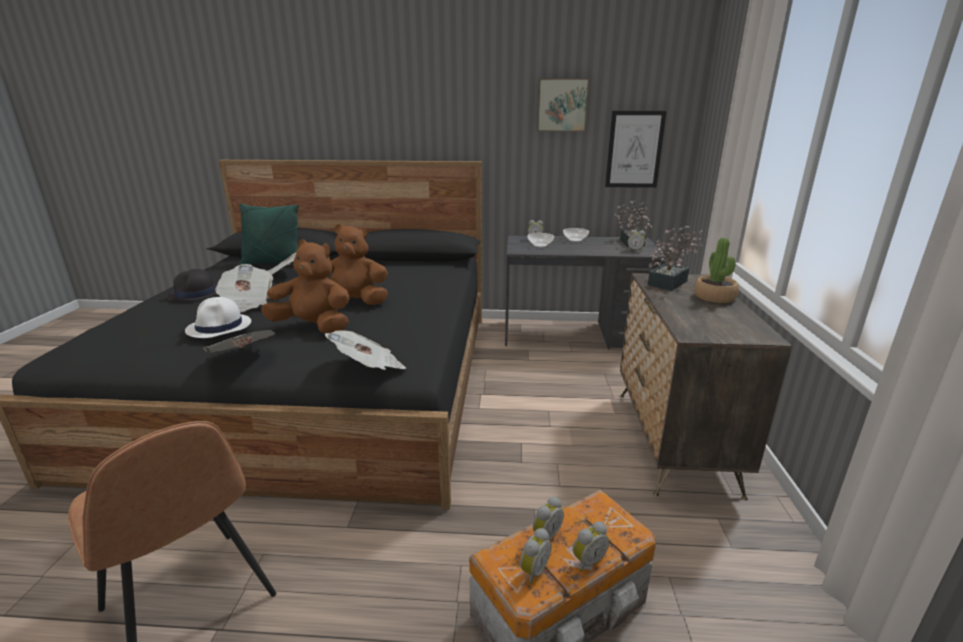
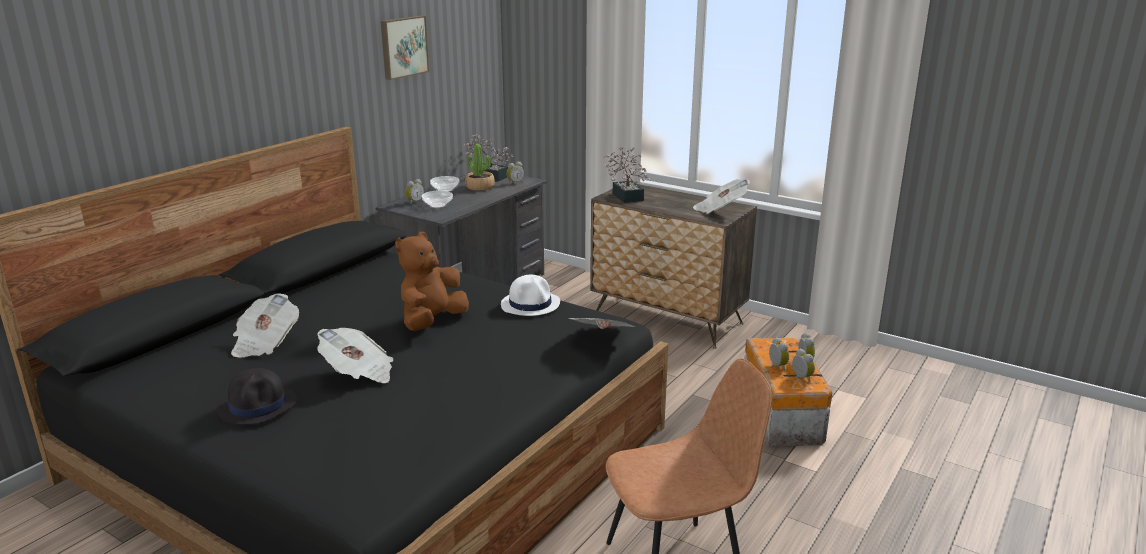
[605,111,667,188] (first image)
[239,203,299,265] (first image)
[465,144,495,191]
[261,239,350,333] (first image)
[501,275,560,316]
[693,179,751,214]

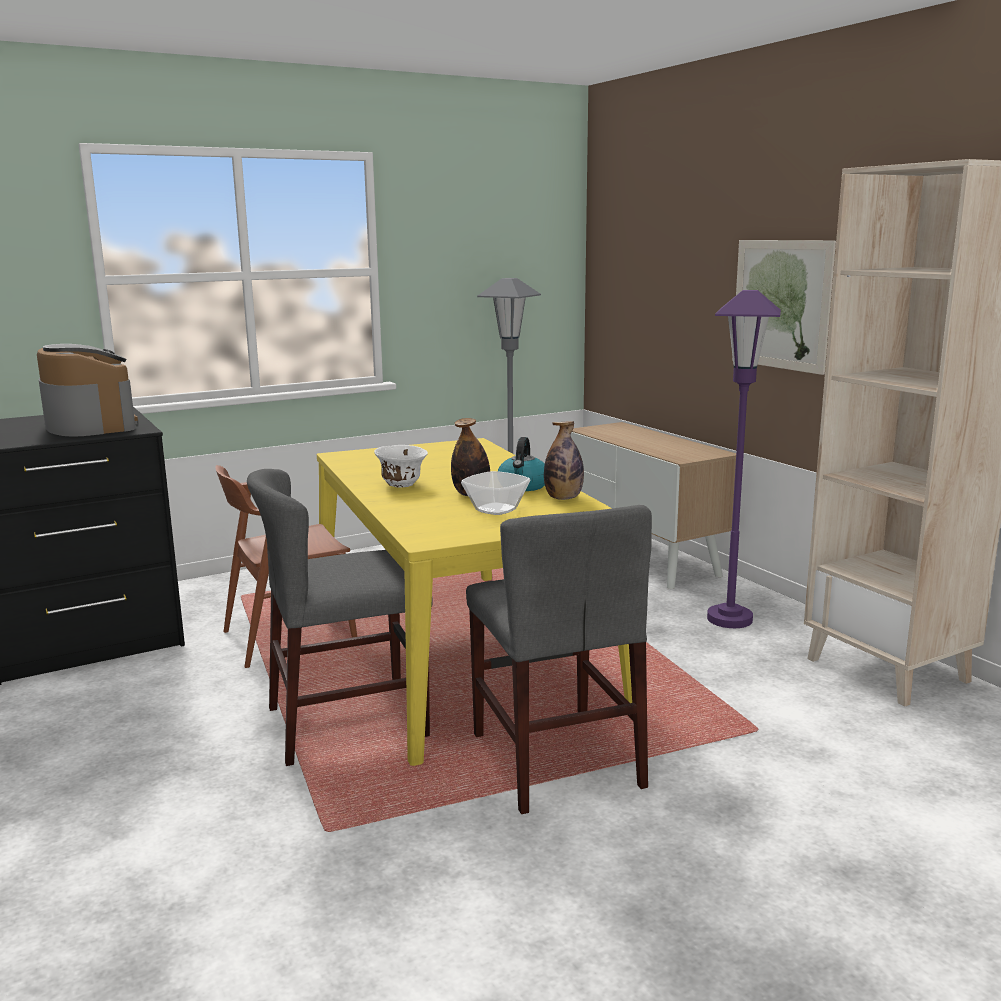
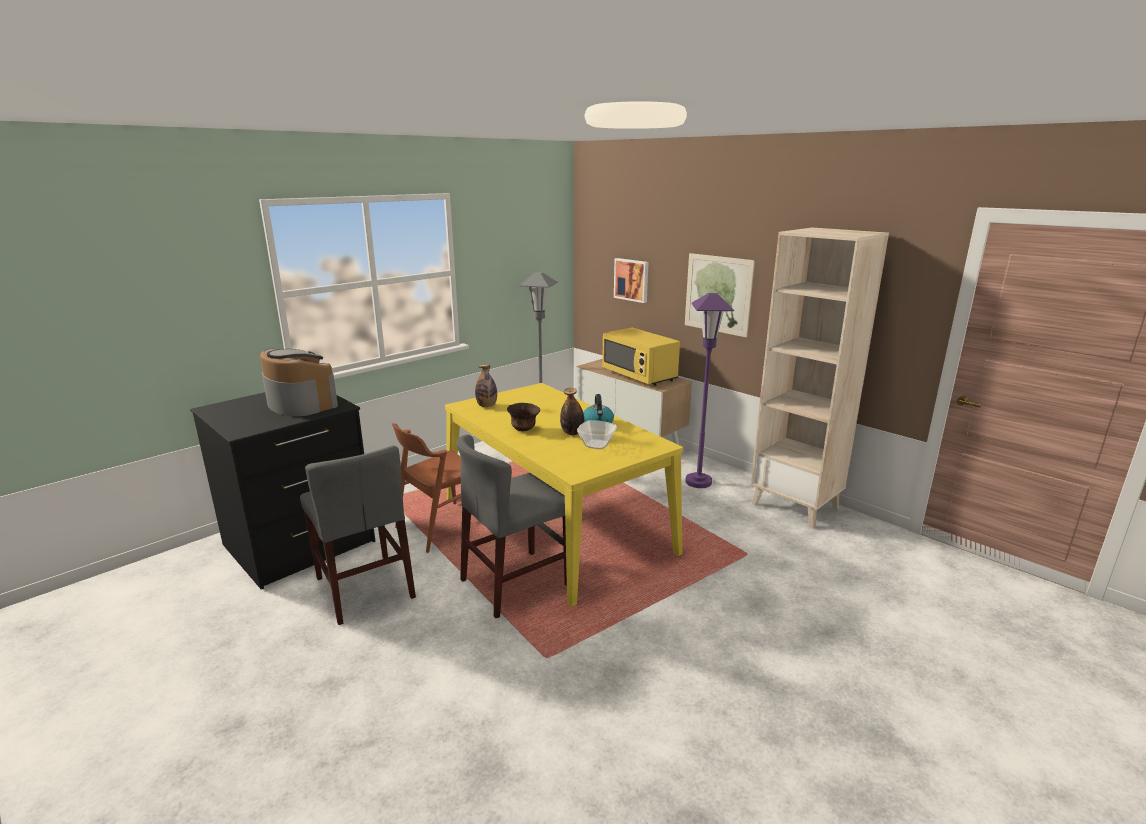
[475,364,497,407]
[507,403,540,431]
[300,445,416,625]
[614,258,649,303]
[602,328,680,386]

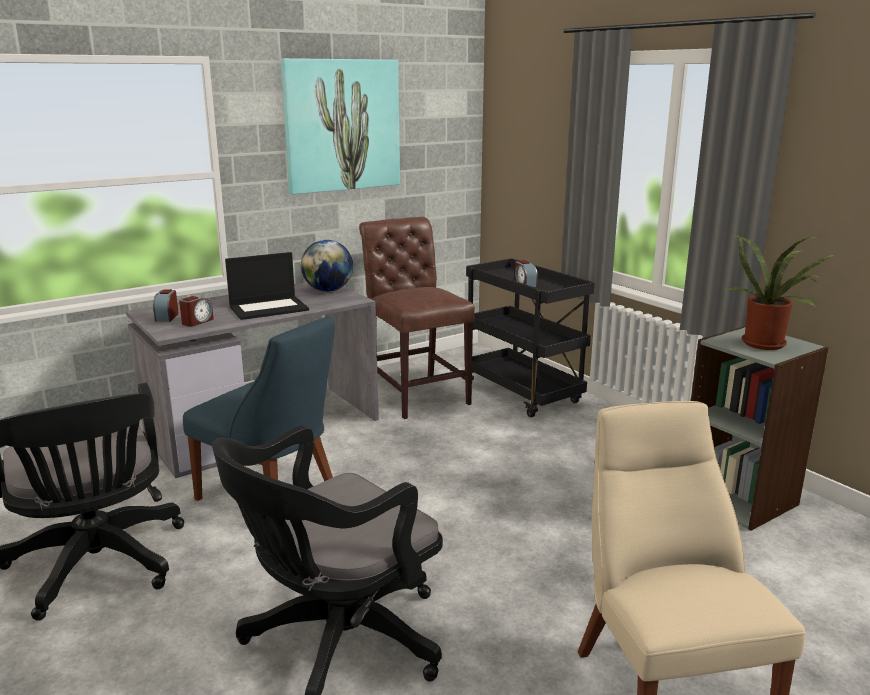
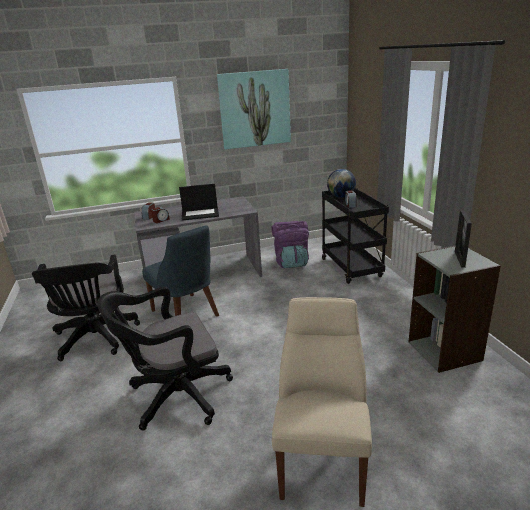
[272,221,309,268]
[455,210,472,268]
[327,169,356,198]

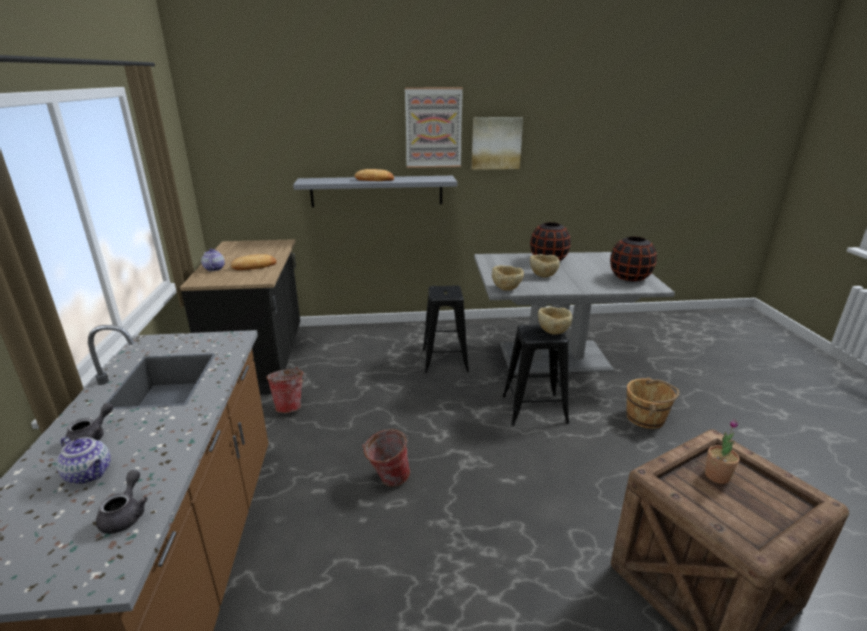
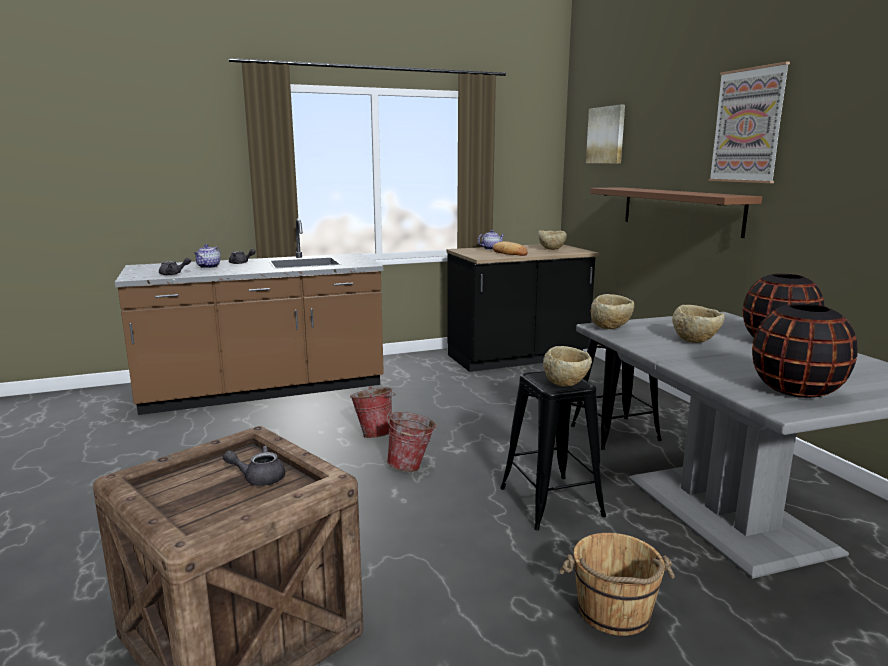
[586,105,625,163]
[354,169,394,181] (first image)
[590,187,762,238]
[387,411,438,472]
[223,446,285,486]
[538,230,567,250]

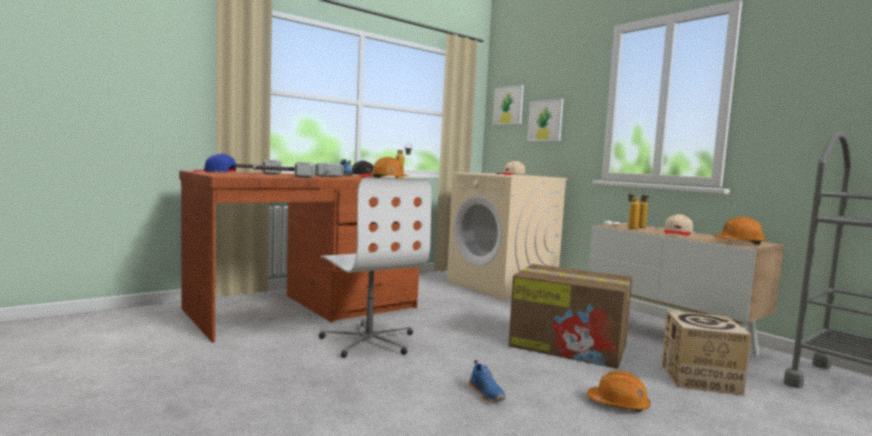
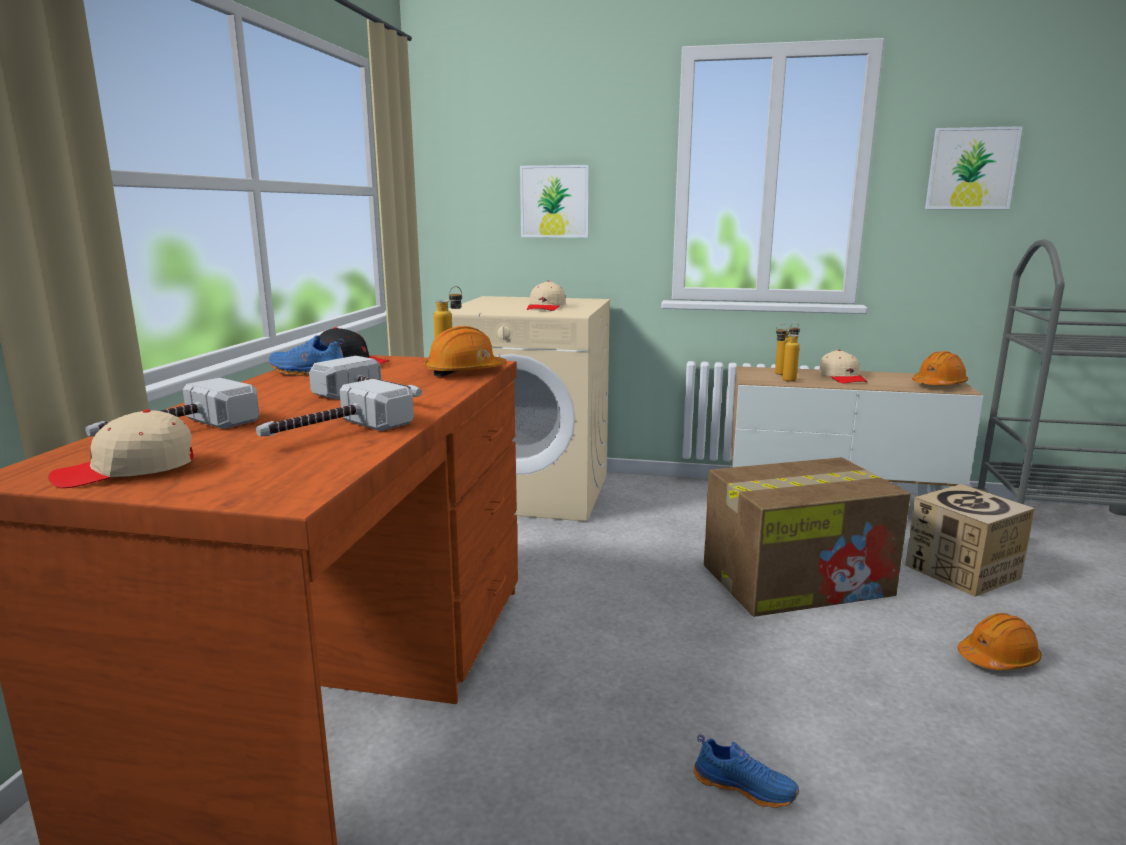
[925,126,1023,209]
[48,409,194,488]
[319,177,431,358] (first image)
[693,734,799,808]

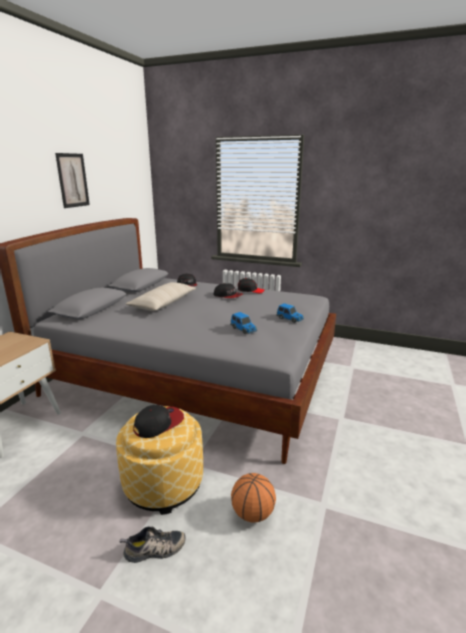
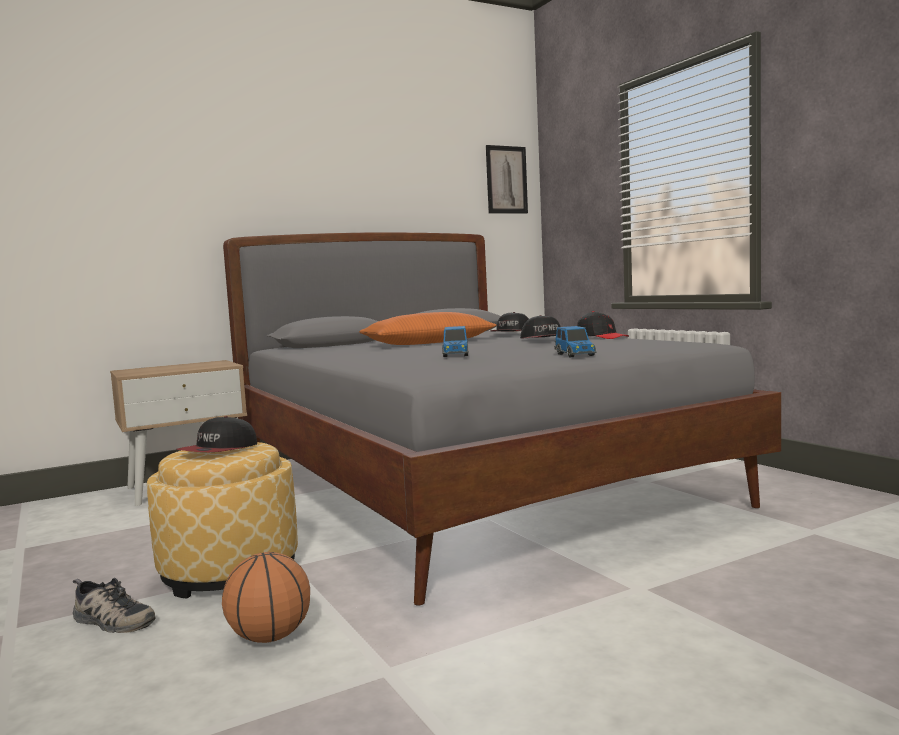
[486,145,528,214]
[359,312,497,345]
[176,416,257,452]

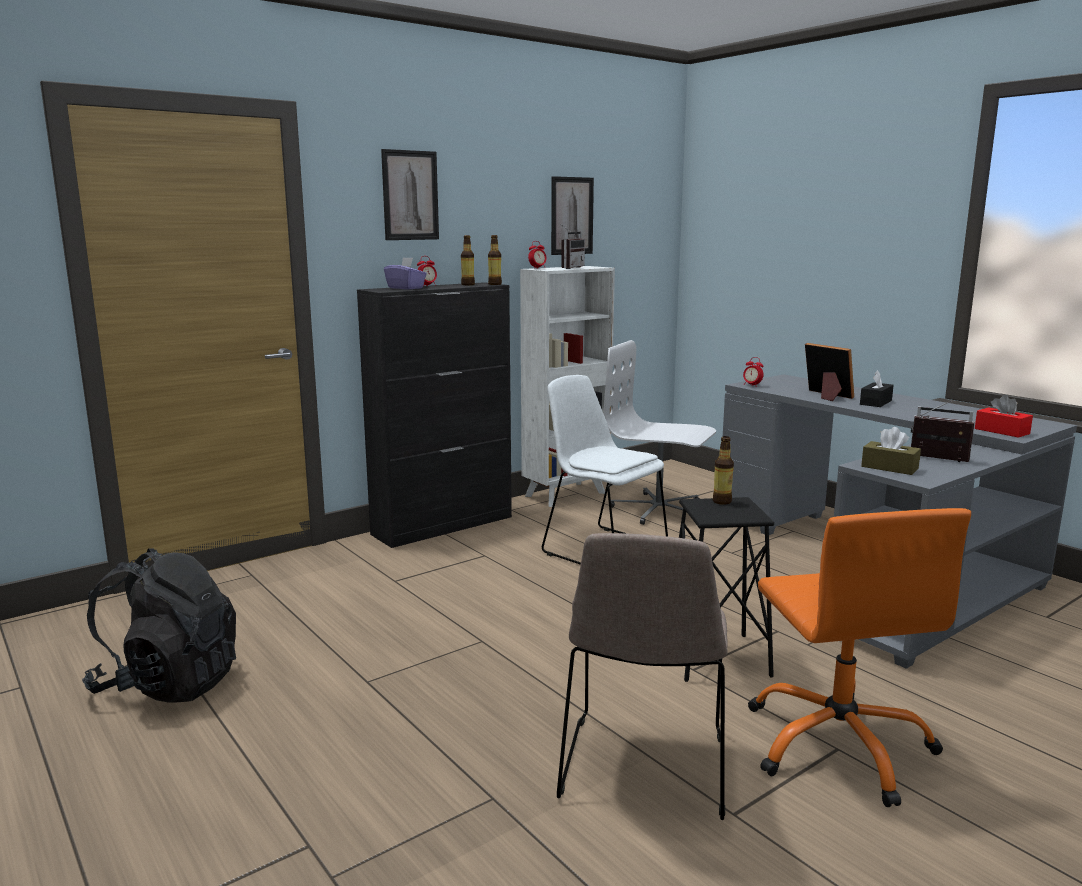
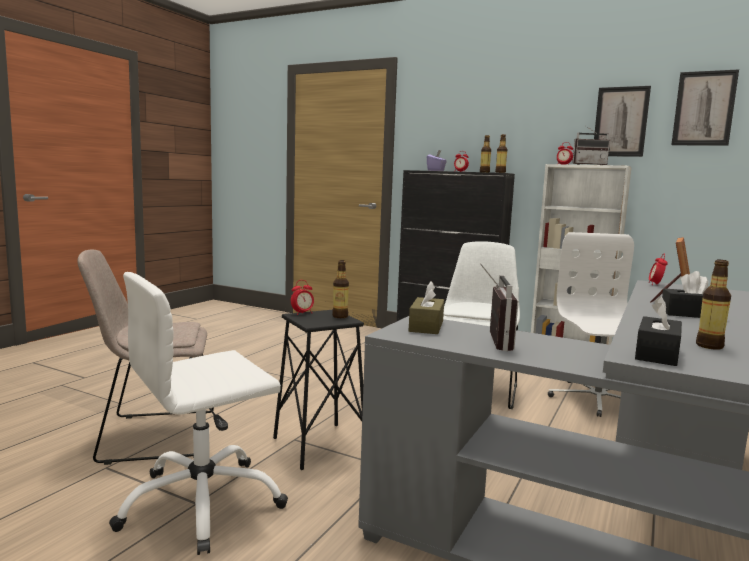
[671,69,739,146]
[635,296,682,366]
[109,272,288,555]
[82,548,236,703] (first image)
[696,260,731,350]
[291,280,314,315]

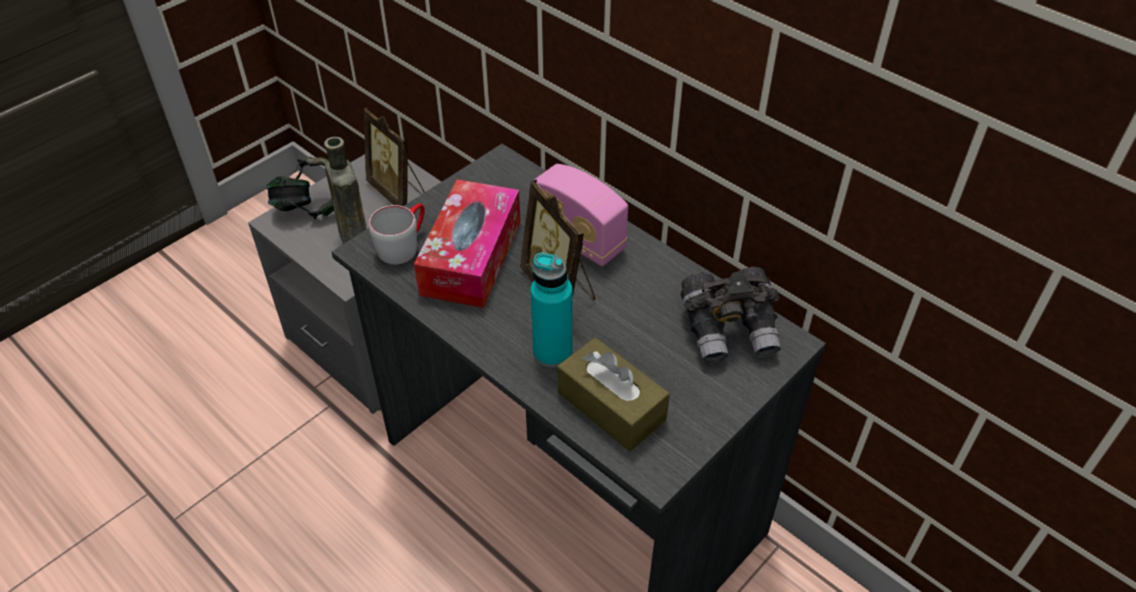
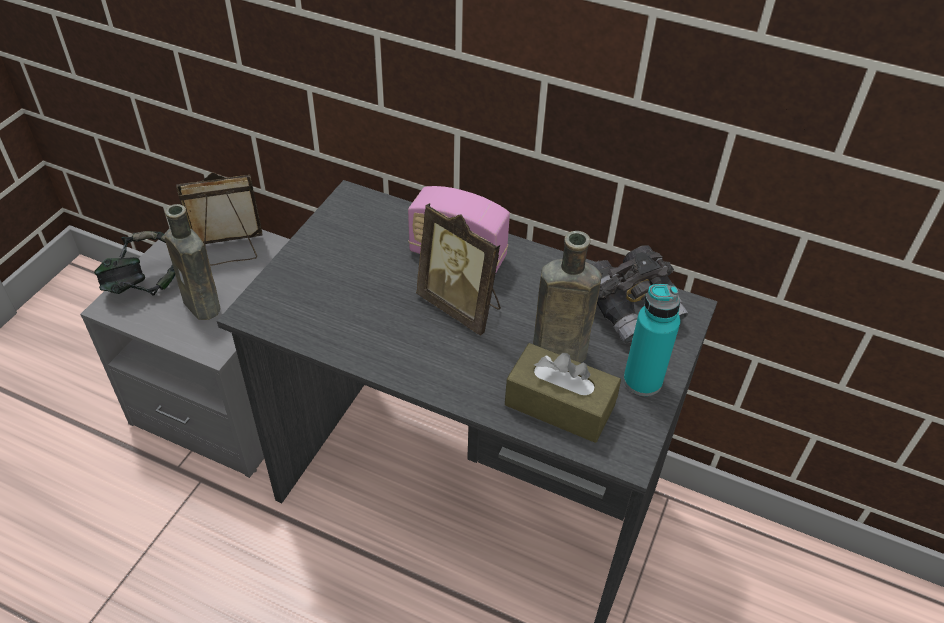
[176,172,263,266]
[414,179,520,308] (first image)
[369,203,425,265] (first image)
[623,284,680,396]
[533,231,601,363]

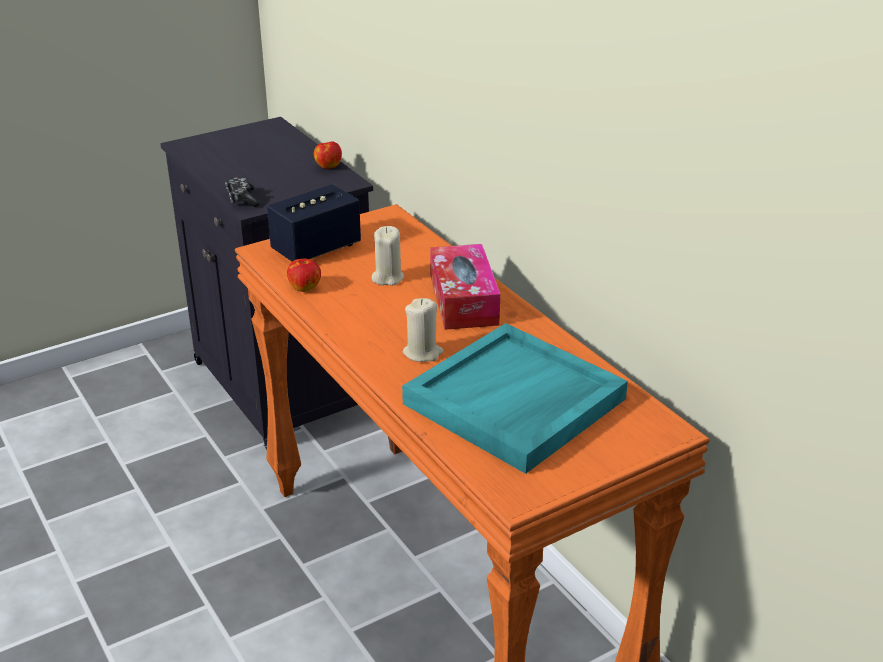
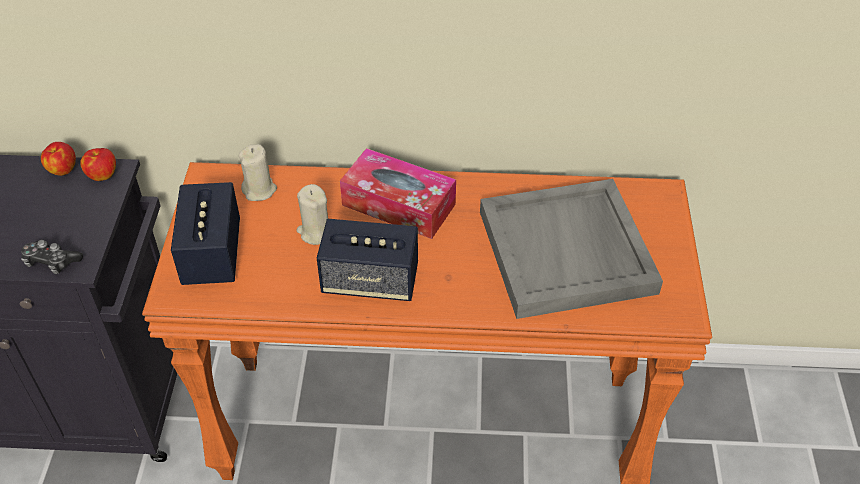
[80,148,116,181]
[239,144,277,201]
[480,179,663,319]
[317,219,418,301]

